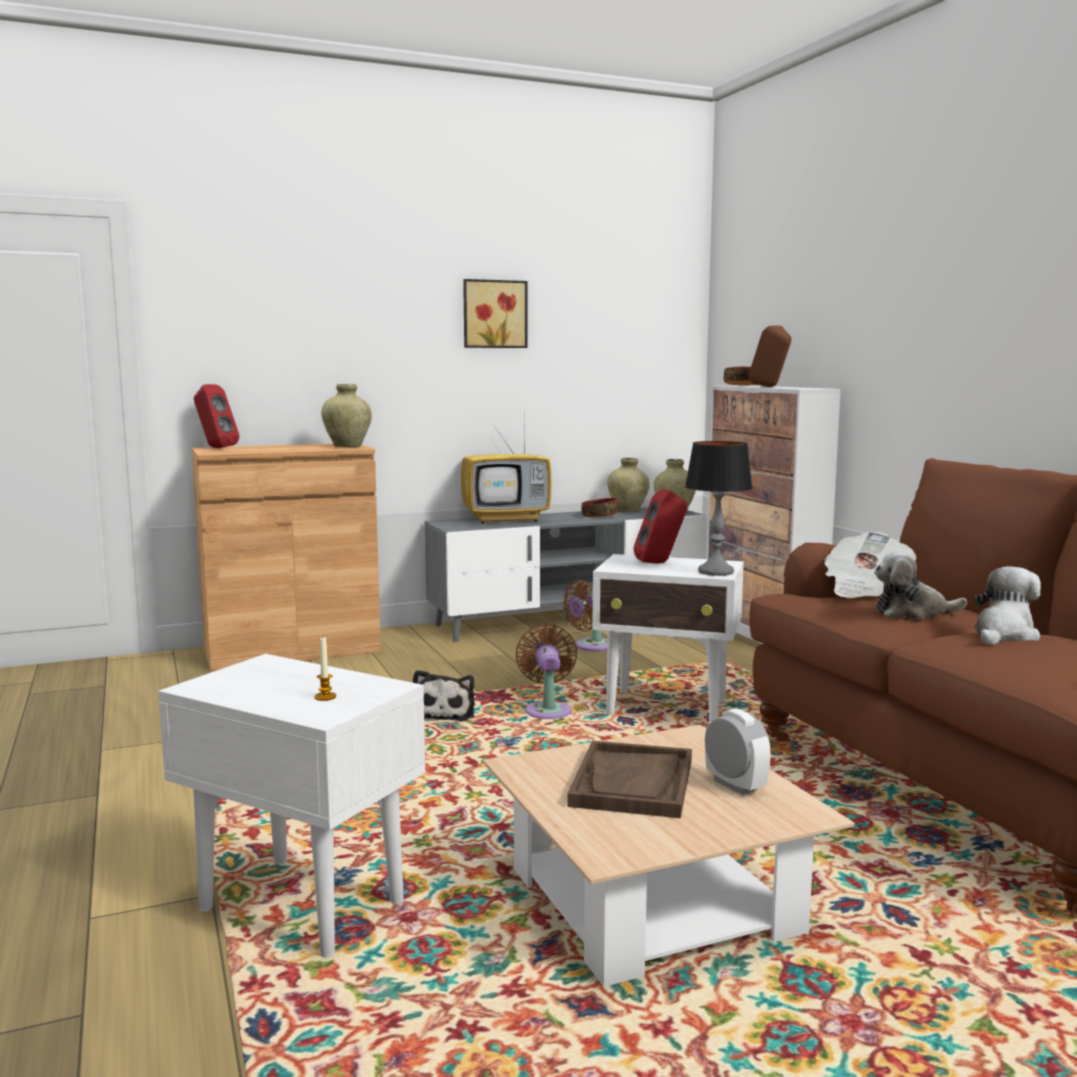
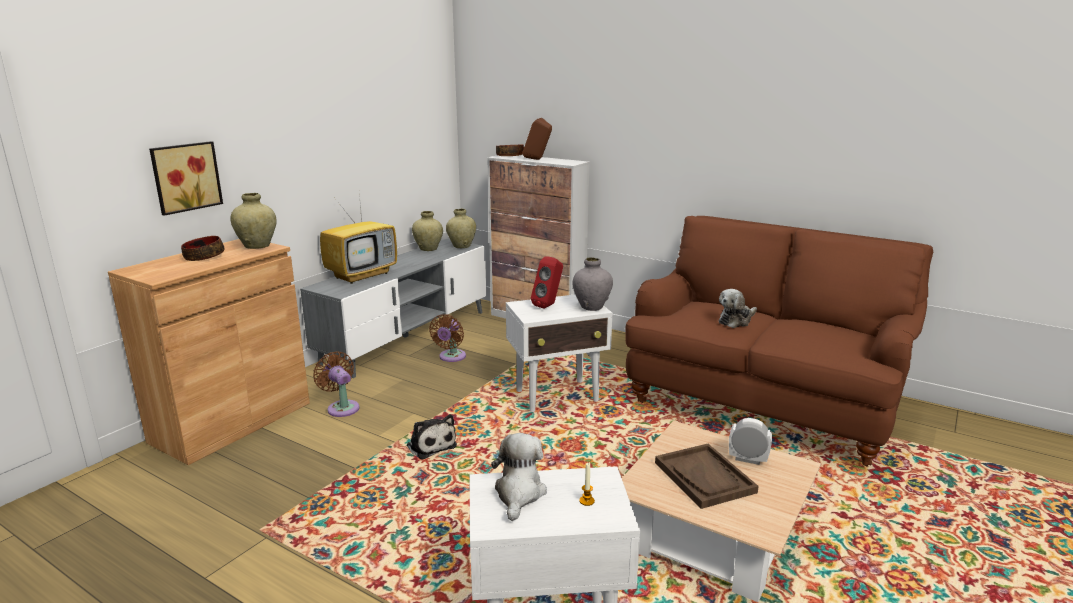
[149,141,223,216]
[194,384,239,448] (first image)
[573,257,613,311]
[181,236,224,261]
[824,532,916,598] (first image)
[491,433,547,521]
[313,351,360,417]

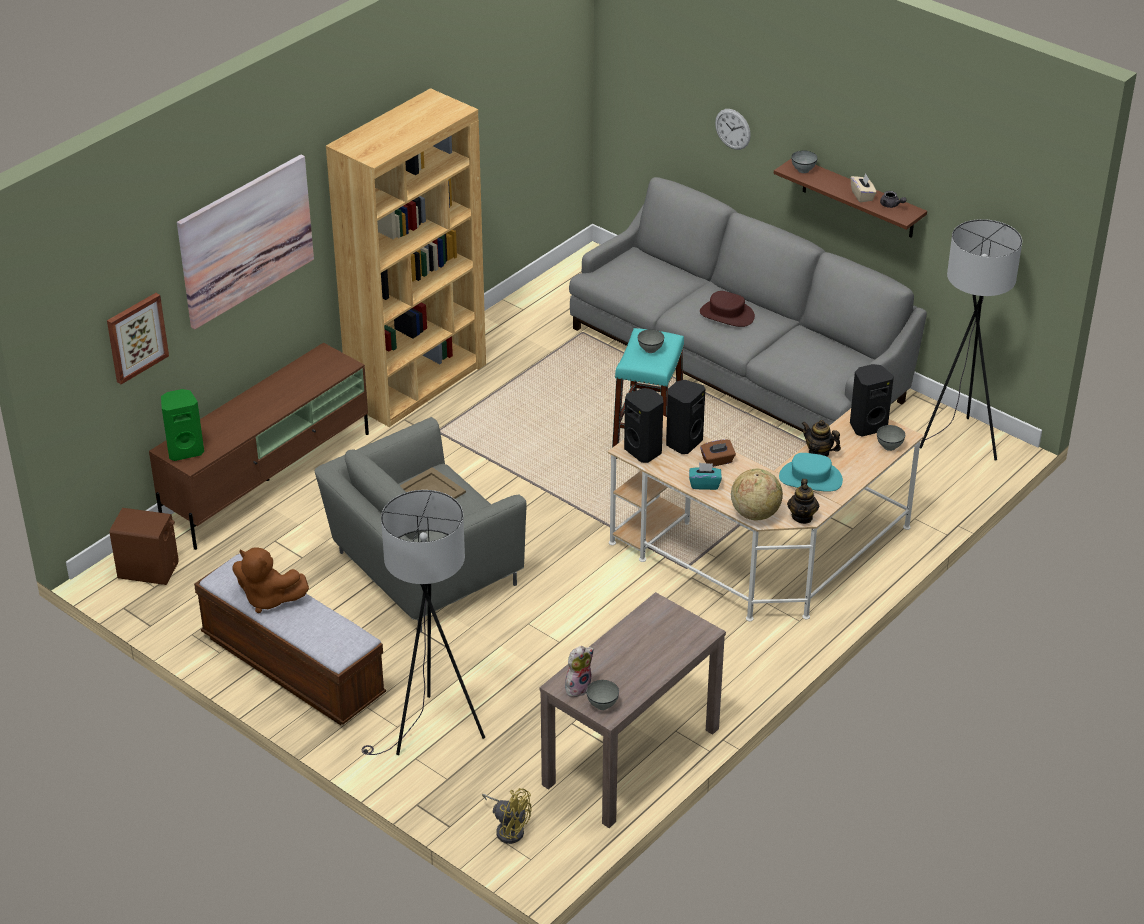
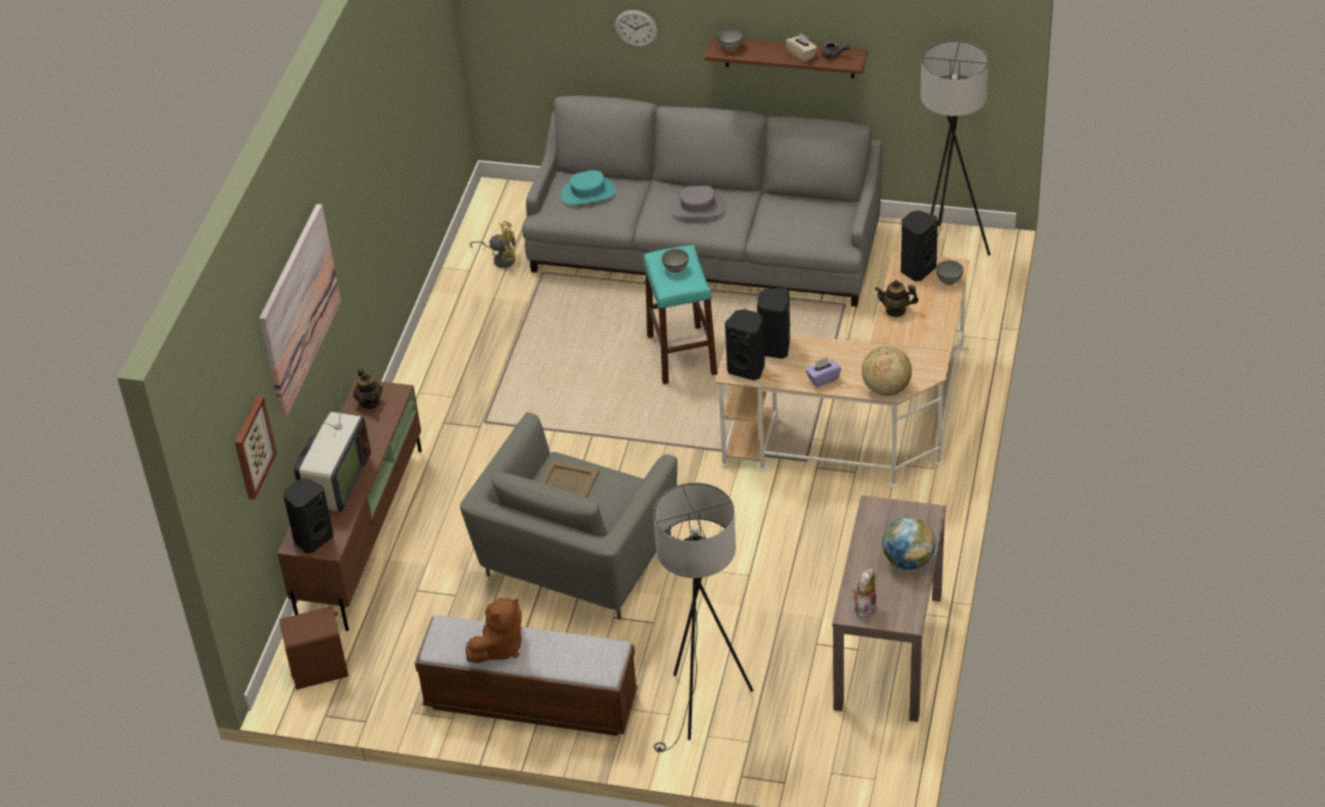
[326,88,486,427] (first image)
[670,186,726,218]
[283,478,333,553]
[700,439,736,467] (first image)
[561,170,616,205]
[806,357,841,387]
[353,368,383,409]
[466,598,522,663]
[586,680,619,710] (first image)
[470,221,516,268]
[294,379,371,512]
[882,517,936,570]

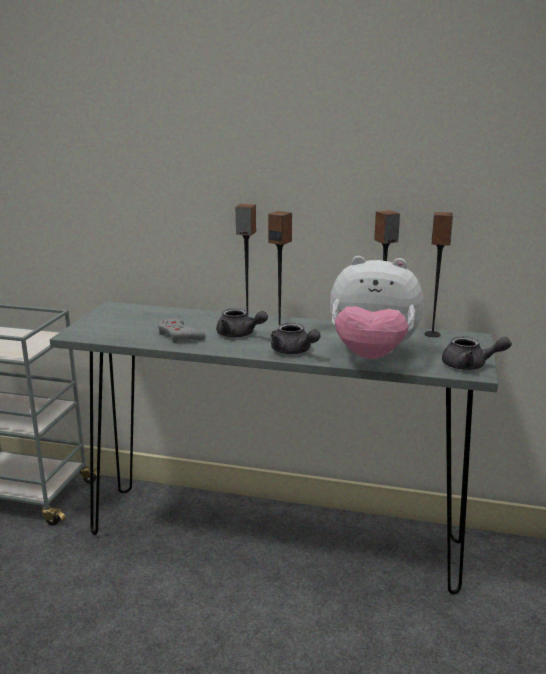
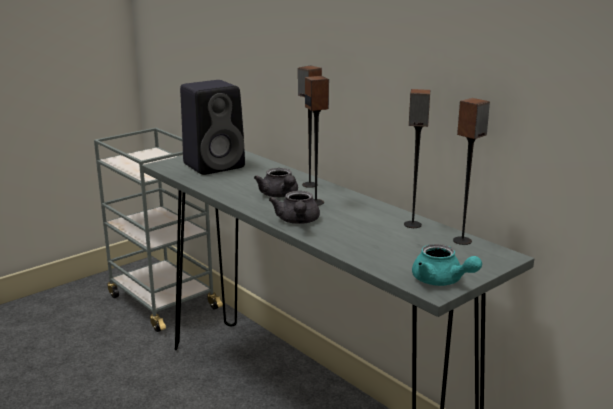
[330,256,424,359] (first image)
[158,318,205,343] (first image)
[412,244,482,286]
[180,80,245,175]

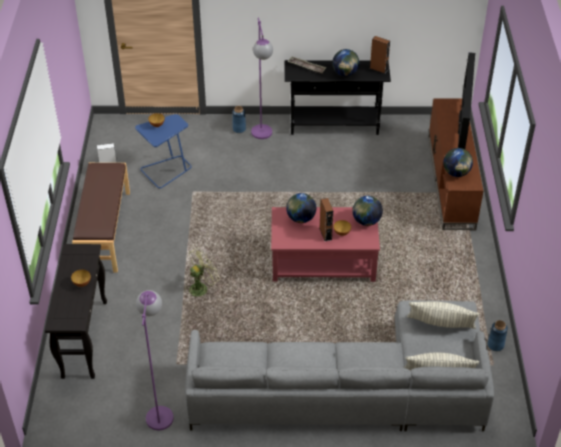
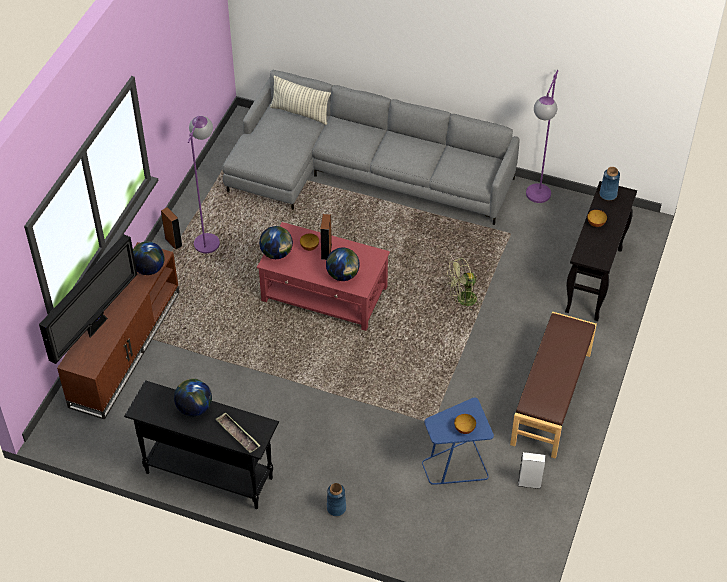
[188,116,220,253]
[161,207,182,249]
[407,301,479,329] (first image)
[599,167,620,200]

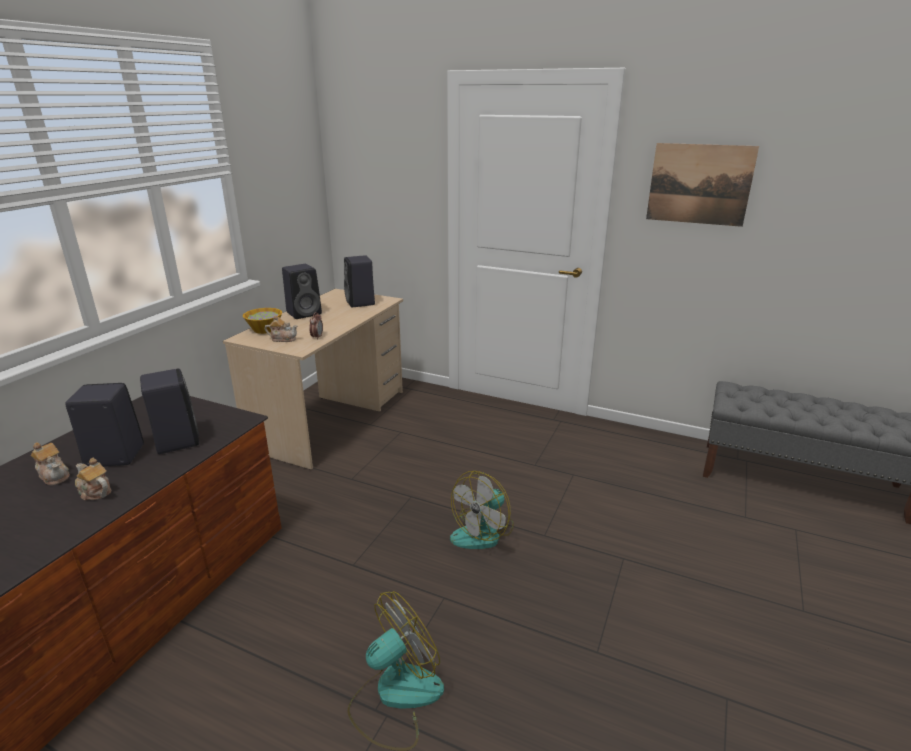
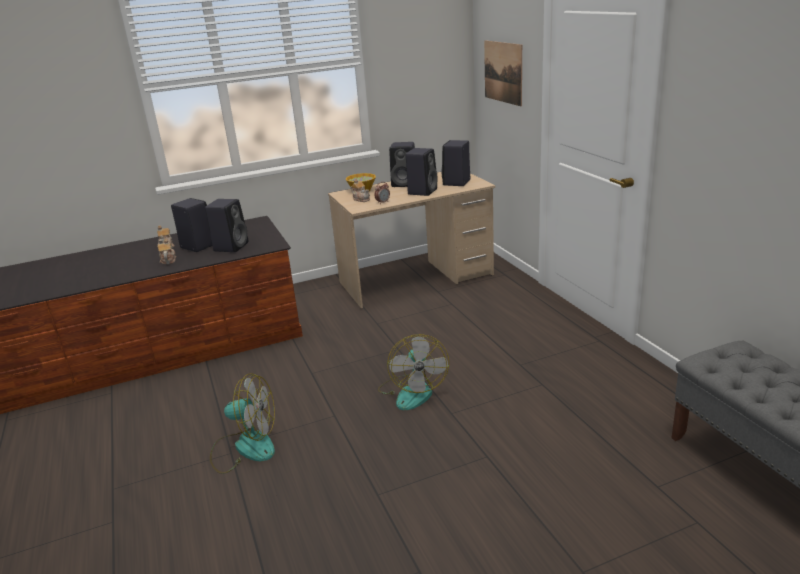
[484,40,522,106]
[378,334,449,410]
[406,148,438,196]

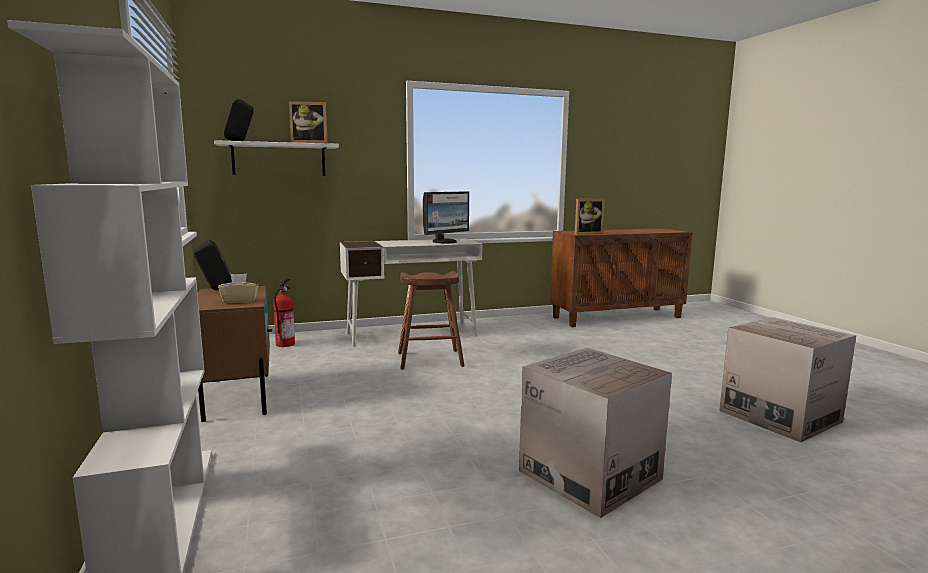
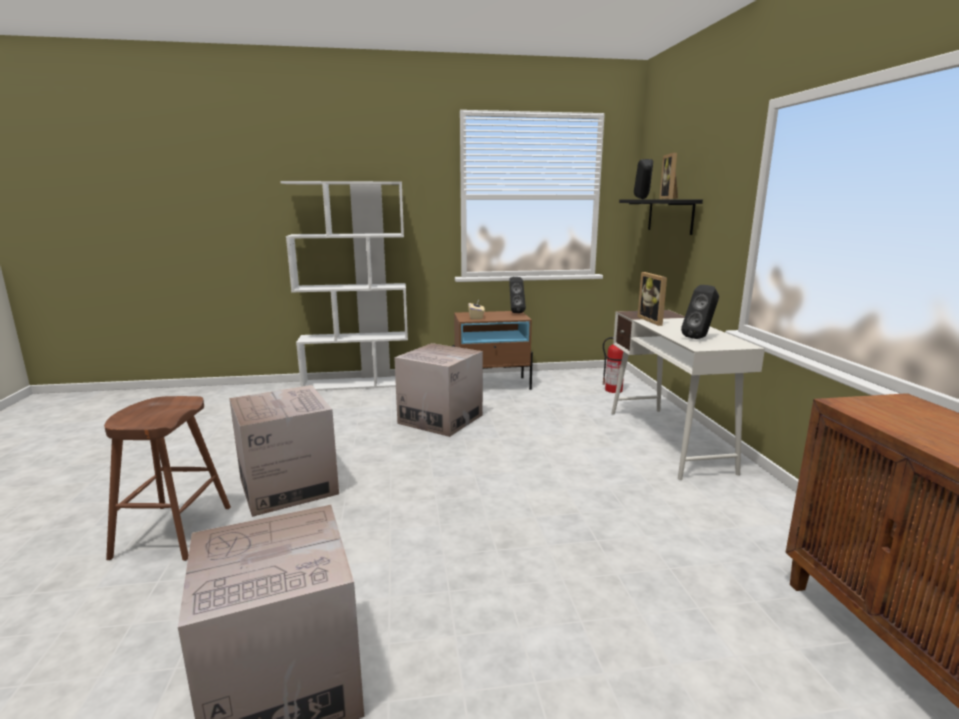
[619,199,703,235]
[681,285,719,339]
[638,272,667,326]
[104,396,231,561]
[394,343,483,437]

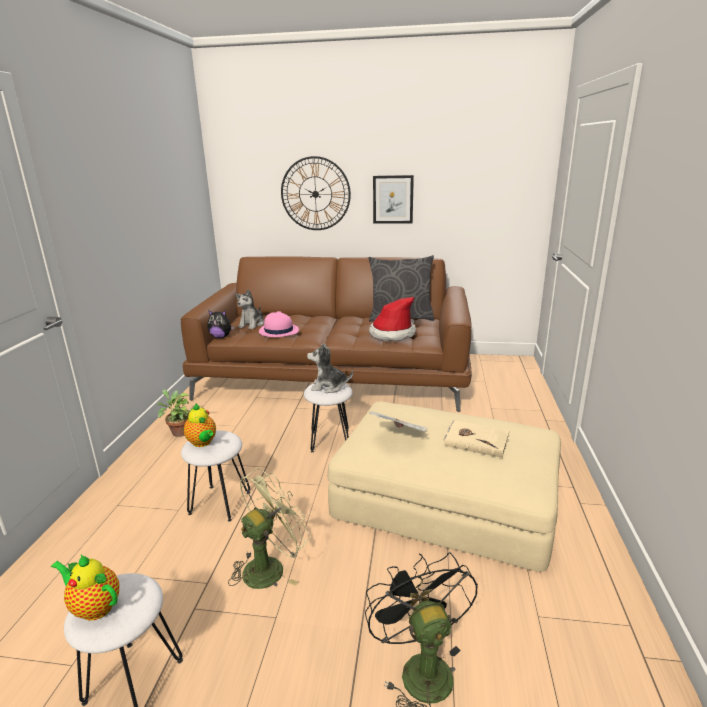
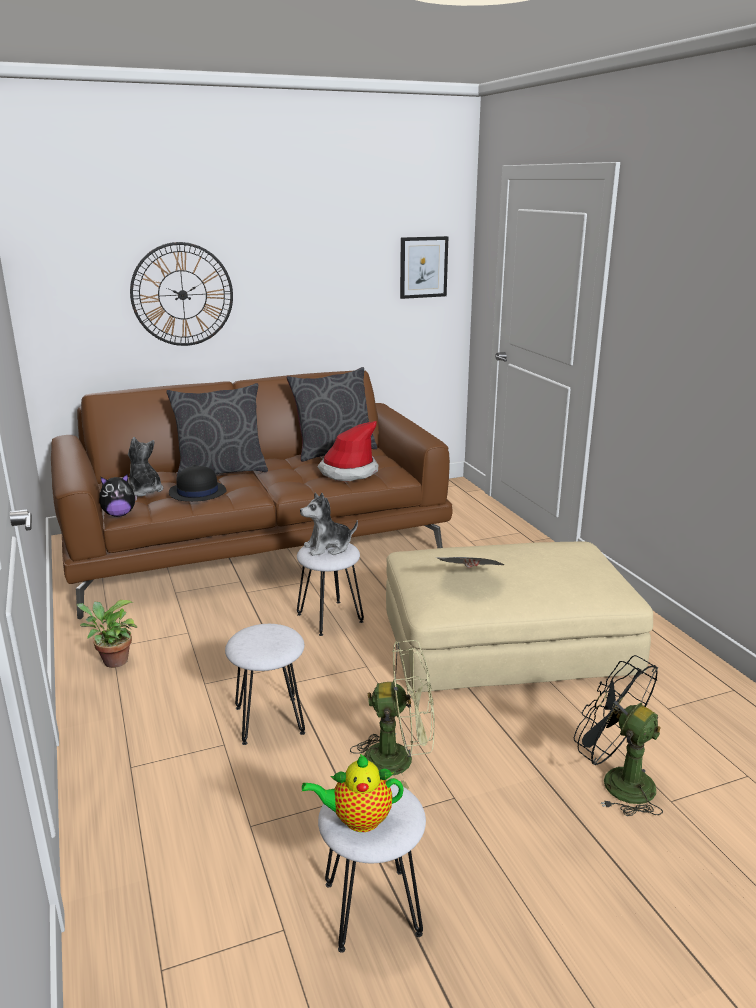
[400,236,448,299]
[128,437,163,497]
[169,465,226,502]
[184,404,216,447] (first image)
[443,420,510,458] (first image)
[350,640,435,789]
[166,383,268,480]

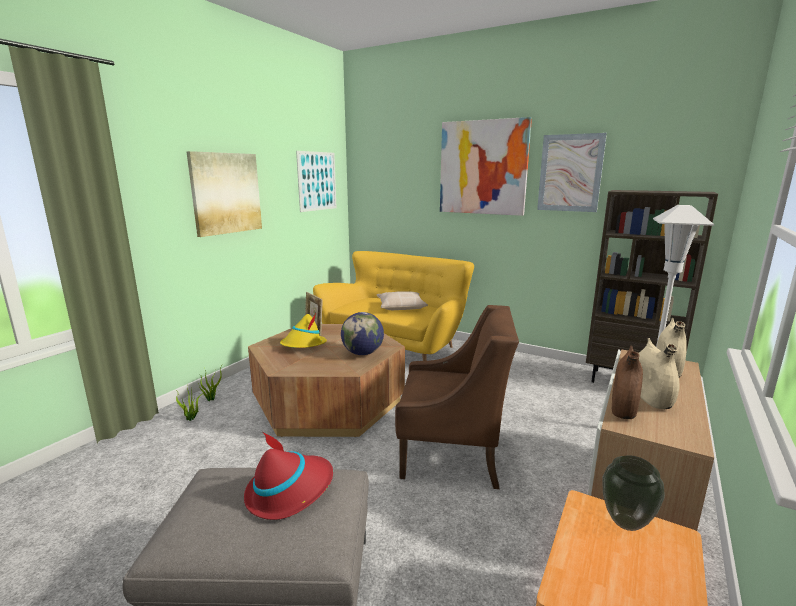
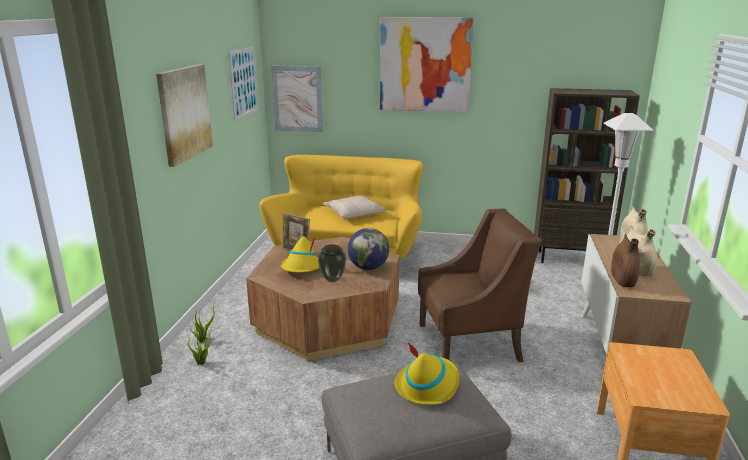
[271,66,323,132]
[395,343,459,405]
[318,244,346,282]

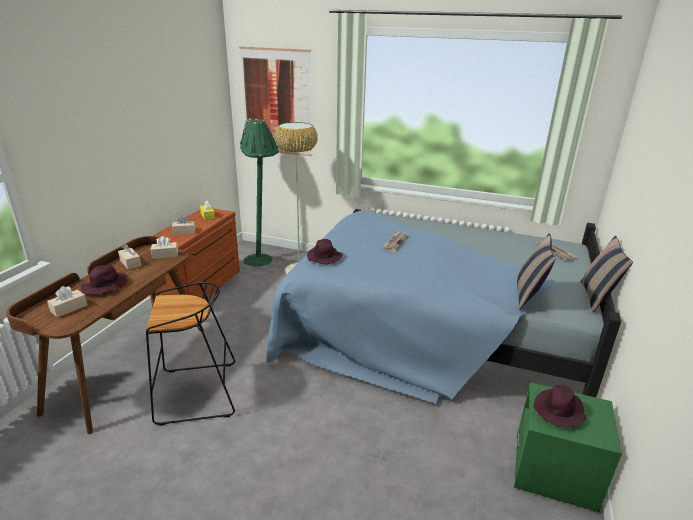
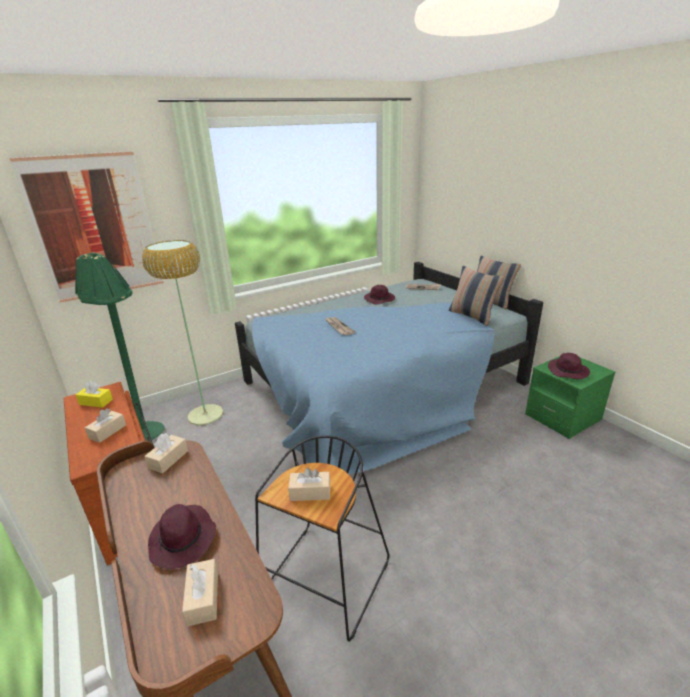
[364,285,395,305]
[288,468,330,501]

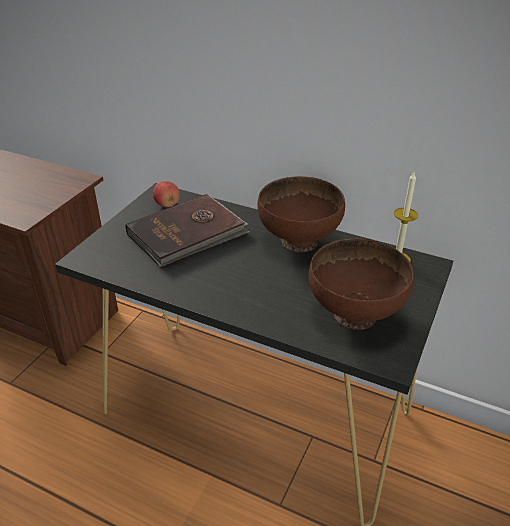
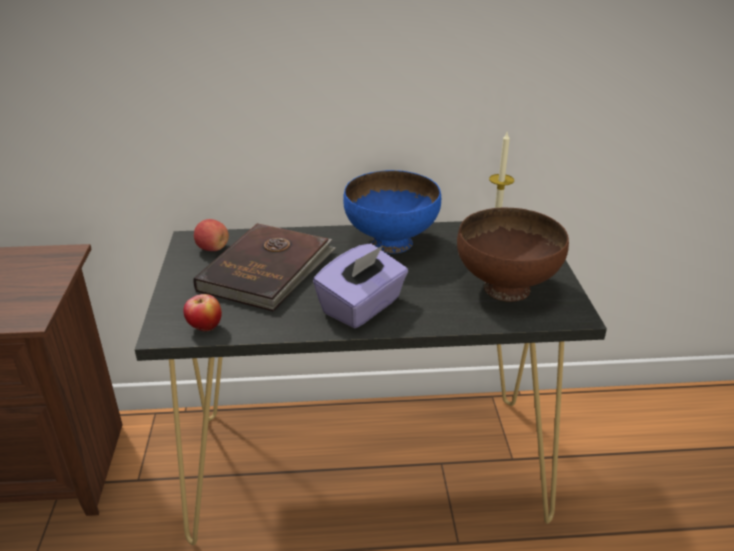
[343,170,441,254]
[313,243,408,328]
[183,294,222,331]

